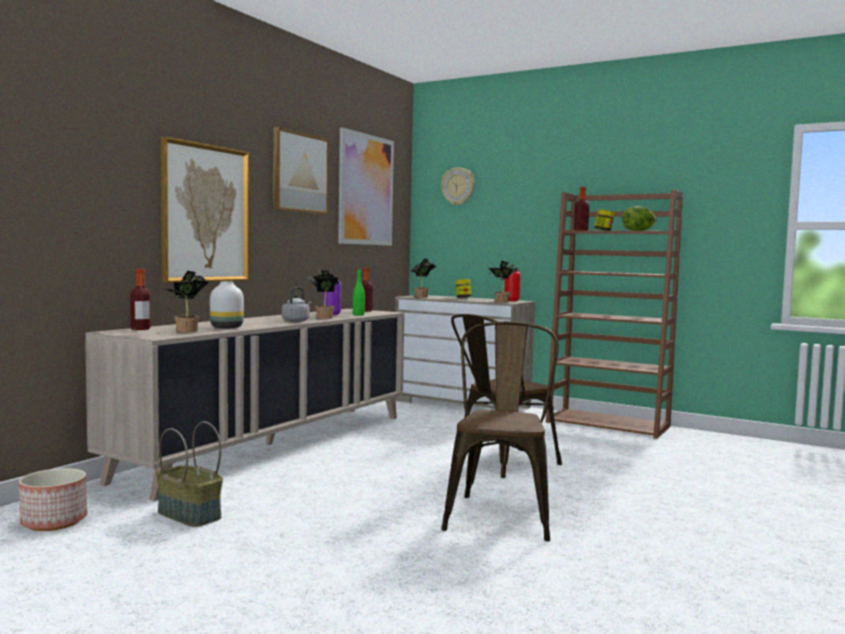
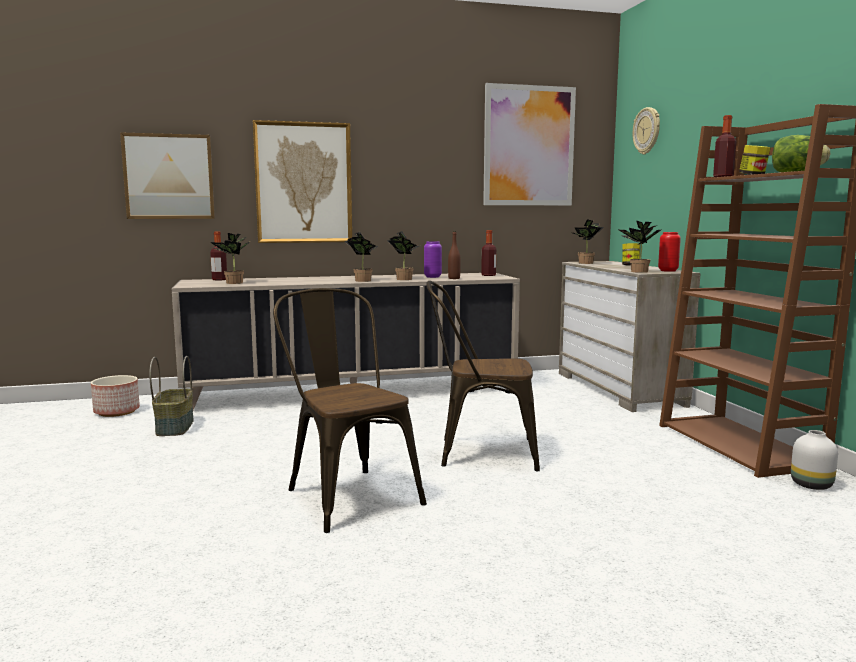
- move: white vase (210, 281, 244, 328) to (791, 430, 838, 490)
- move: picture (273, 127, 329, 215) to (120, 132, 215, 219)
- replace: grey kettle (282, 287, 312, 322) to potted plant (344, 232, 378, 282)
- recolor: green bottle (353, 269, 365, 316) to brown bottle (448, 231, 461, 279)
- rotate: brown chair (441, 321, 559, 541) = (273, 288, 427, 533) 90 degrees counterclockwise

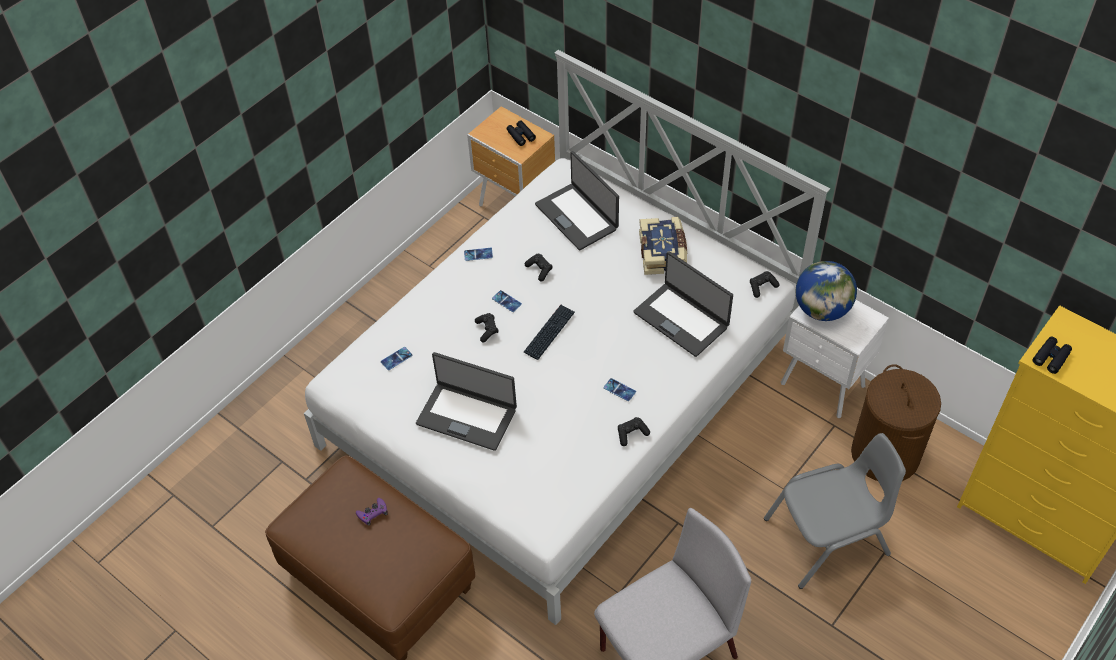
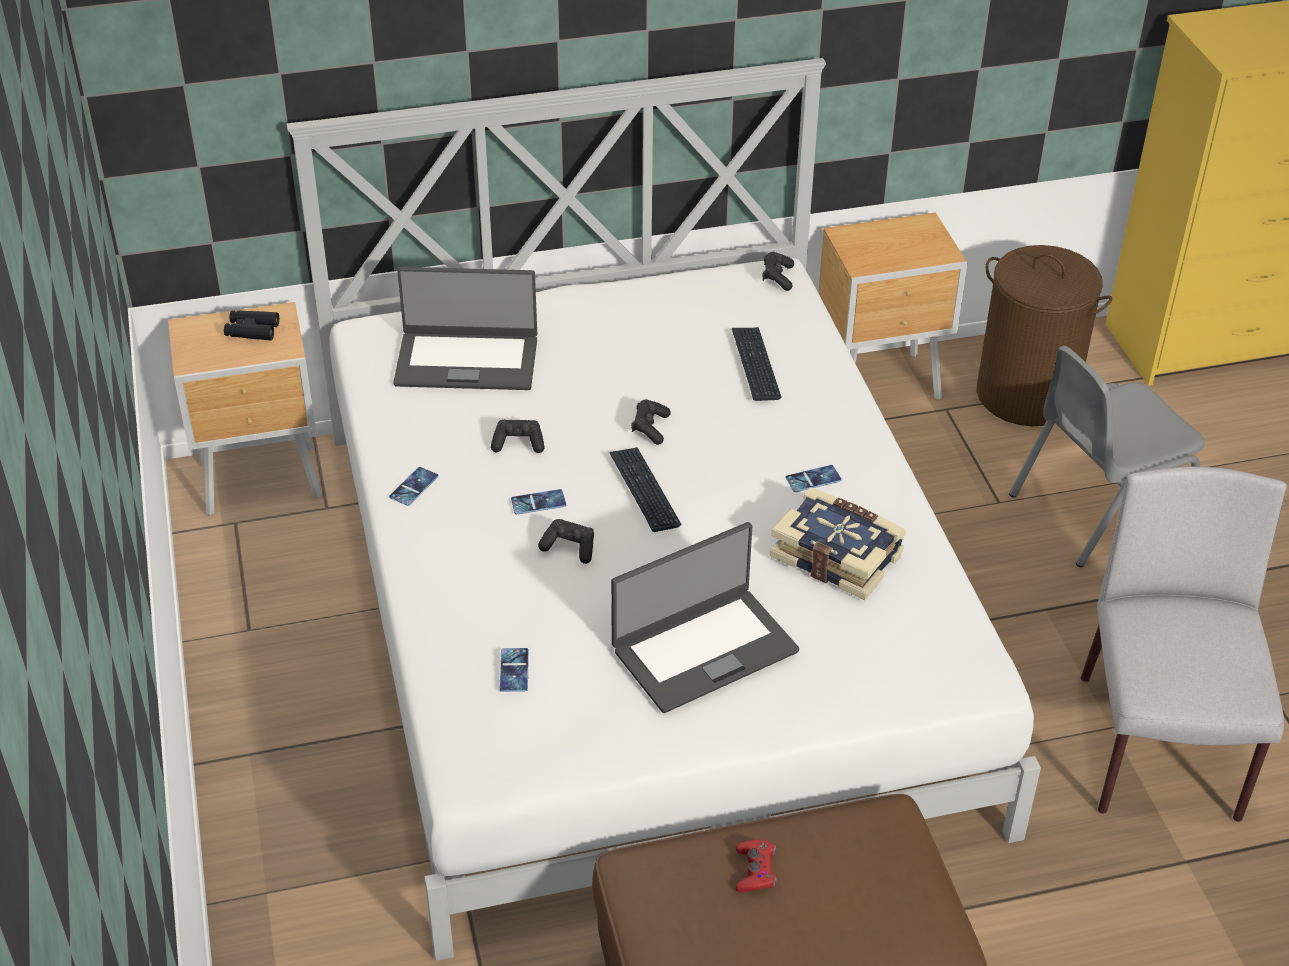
- delete: globe (796, 261, 857, 321)
- delete: black binoculars (1033, 337, 1072, 374)
- move: black game controller (618, 417, 650, 446) to (631, 399, 671, 445)
- move: book (639, 217, 687, 275) to (770, 487, 906, 600)
- replace: laptop (633, 251, 733, 357) to keyboard (732, 327, 782, 401)
- recolor: purple game controller (356, 498, 388, 525) to red game controller (736, 840, 777, 892)
- recolor: white nightstand (781, 300, 889, 418) to brown nightstand (818, 212, 968, 400)
- rotate: grey chair (764, 433, 906, 589) = (1009, 345, 1205, 567) 135 degrees counterclockwise

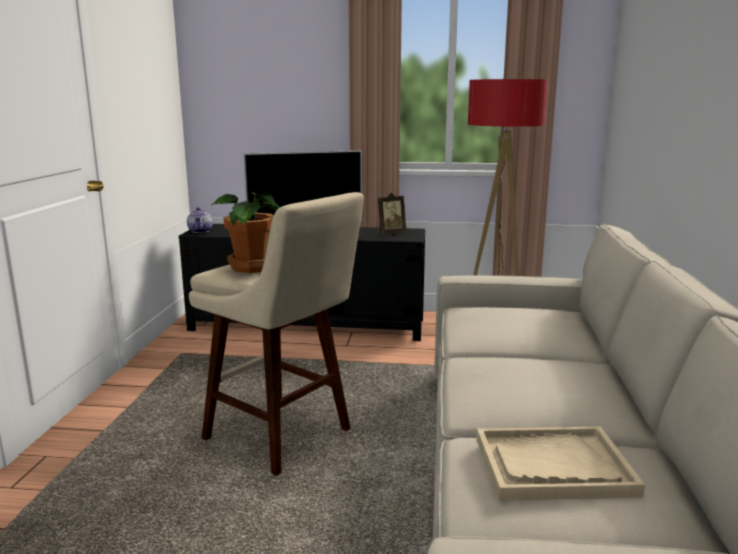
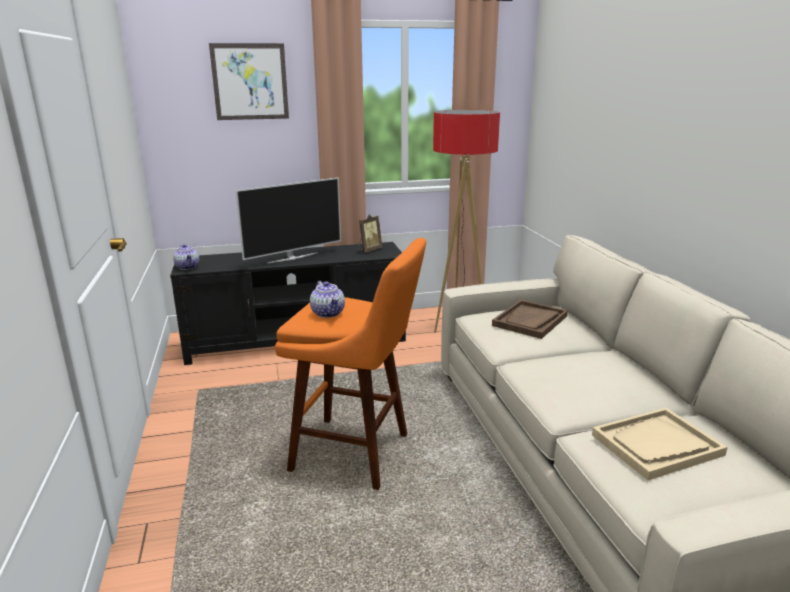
- insert: picture (209, 43, 289, 120)
- insert: brown tray (492, 300, 568, 339)
- replace: potted plant (211, 192, 280, 273) to teapot (310, 281, 345, 318)
- recolor: beige stool (189, 192, 364, 476) to orange stool (275, 238, 426, 490)

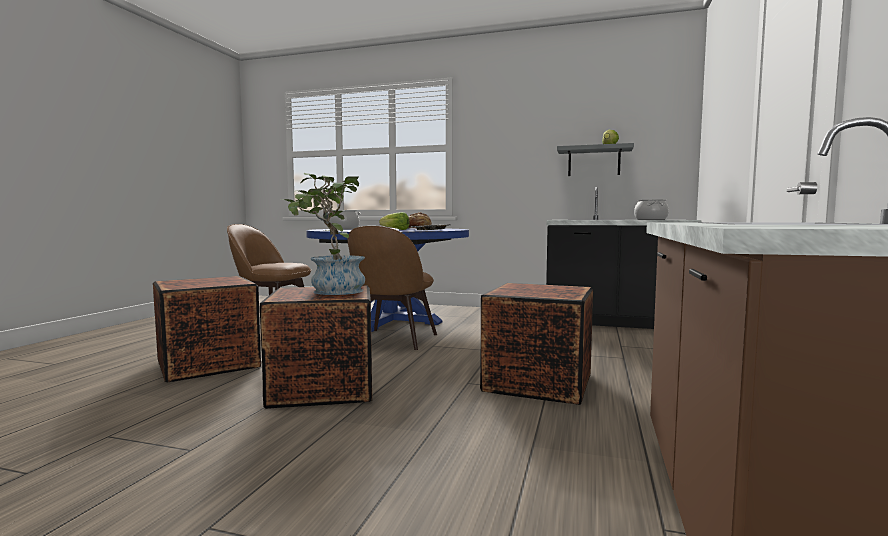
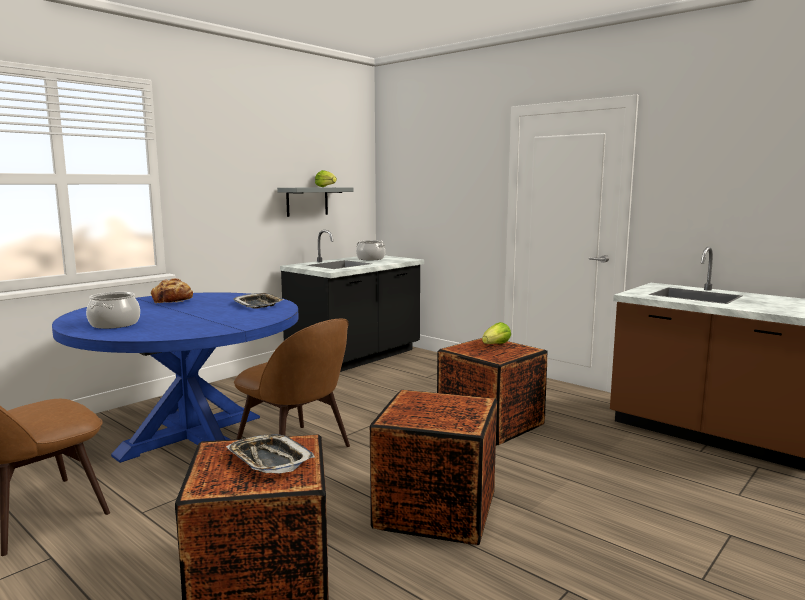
- delete: potted plant (281, 173, 365, 295)
- insert: tray (226, 434, 315, 473)
- move: lettuce (379, 212, 409, 230) to (482, 322, 511, 344)

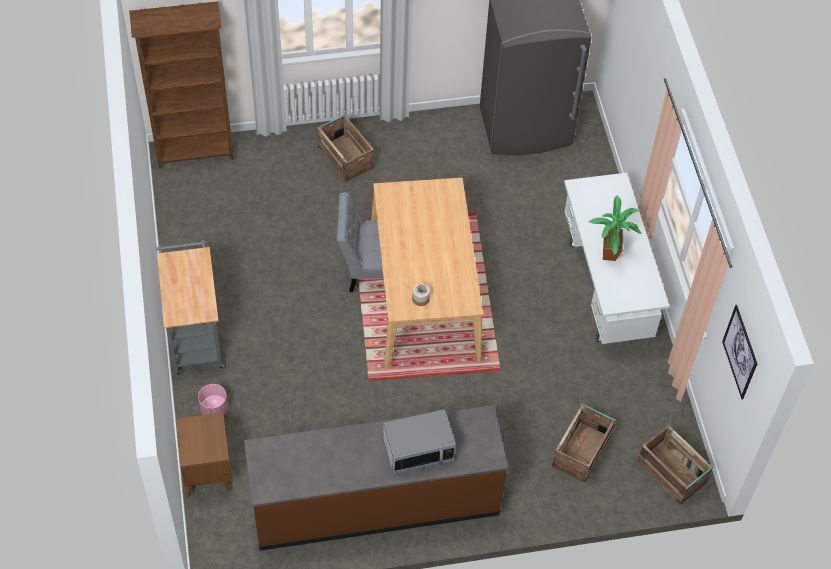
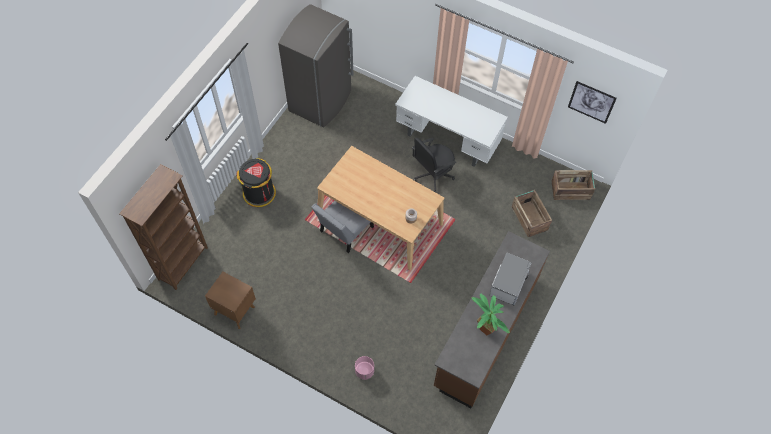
- delete: grey cart (156, 240, 225, 375)
- insert: black office chair (412, 138, 456, 193)
- move: brown nightstand (176, 412, 232, 497) to (205, 272, 256, 329)
- move: potted plant (589, 196, 641, 261) to (472, 294, 510, 335)
- replace: crate (317, 114, 374, 182) to black trash can (236, 158, 276, 207)

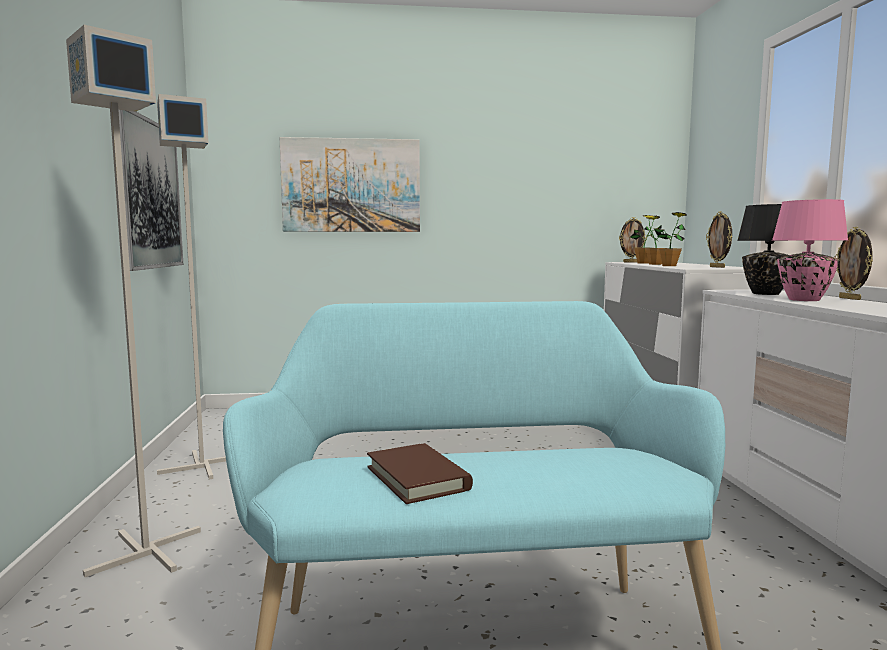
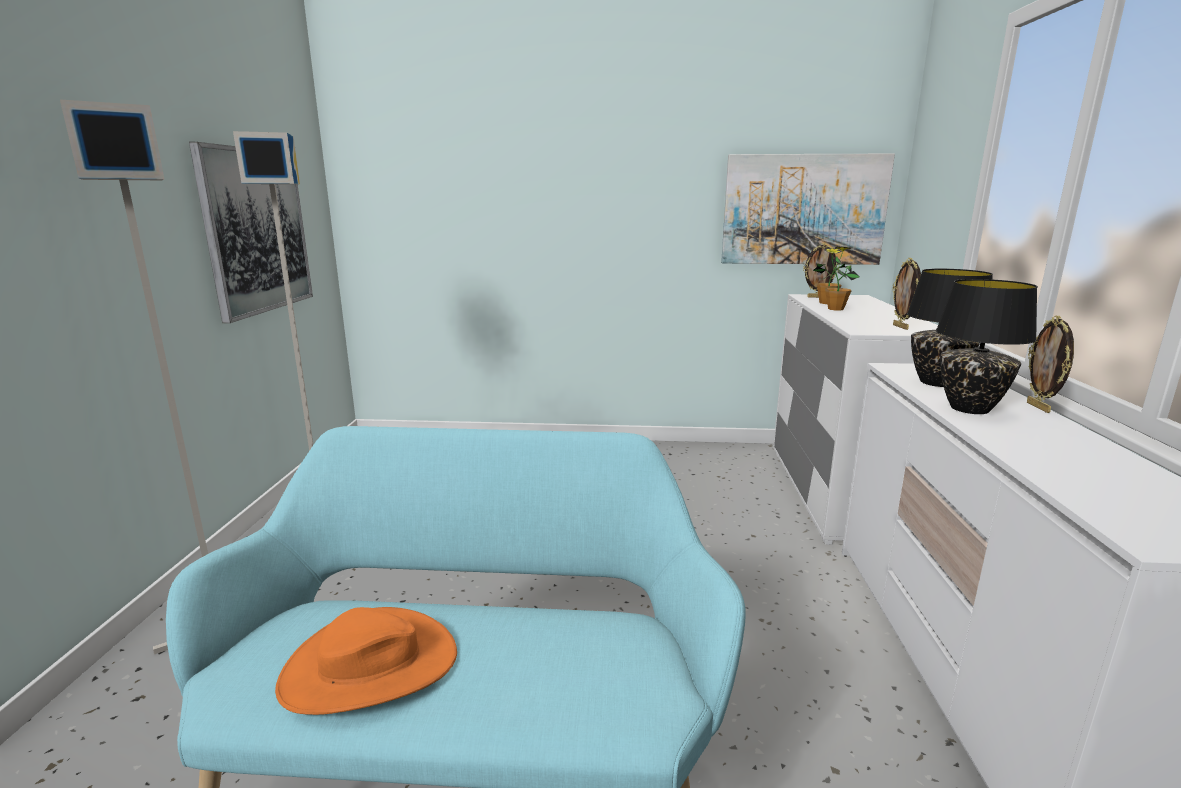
- delete: potted plant (654, 212, 687, 266)
- move: picture (279, 137, 420, 232) to (721, 154, 895, 265)
- replace: brown book (367, 443, 473, 504) to orange hat (275, 607, 457, 715)
- recolor: pink table lamp (772, 199, 848, 301) to black table lamp (936, 279, 1038, 414)

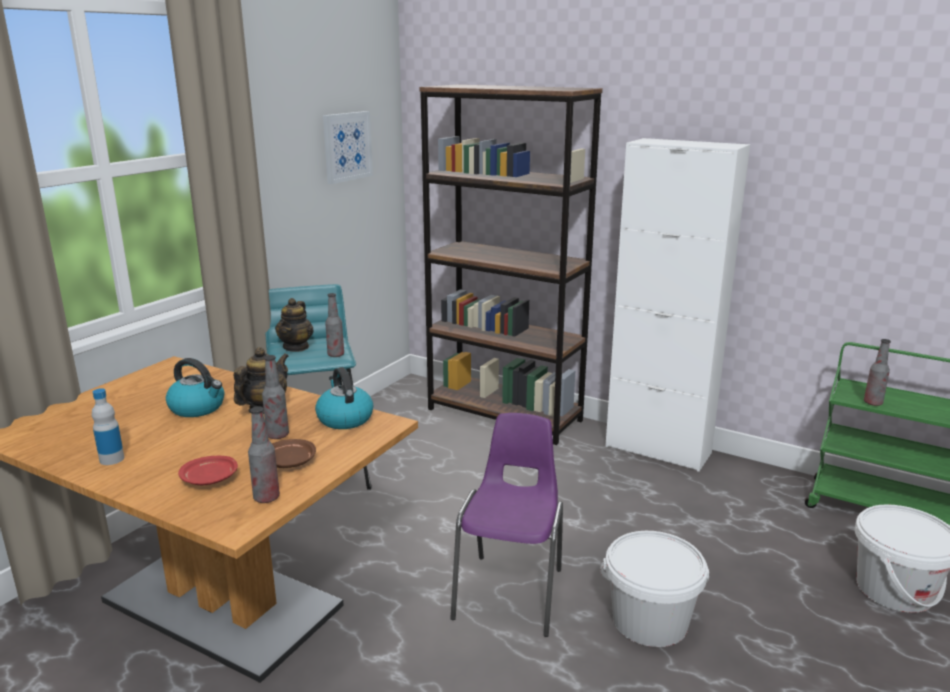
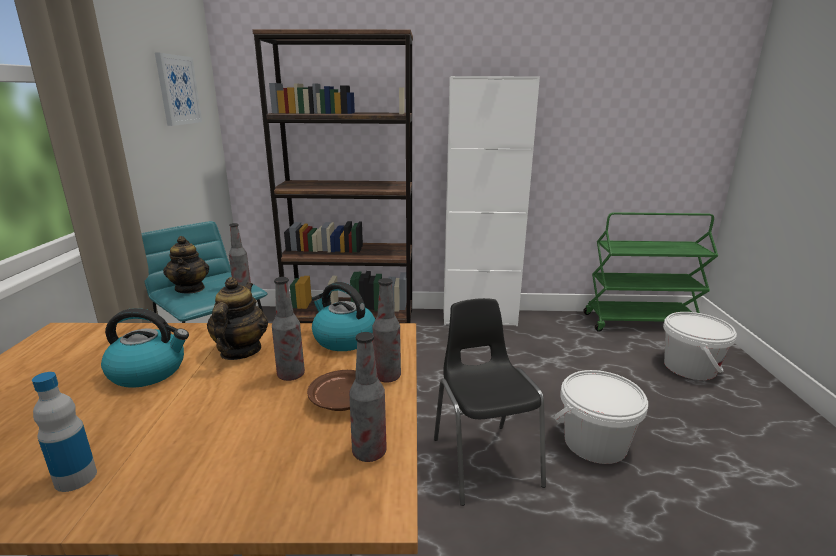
- delete: red plate (178, 456, 238, 485)
- move: bottle (864, 339, 891, 406) to (373, 278, 401, 383)
- recolor: purple chair (450, 413, 563, 637) to black chair (434, 298, 546, 506)

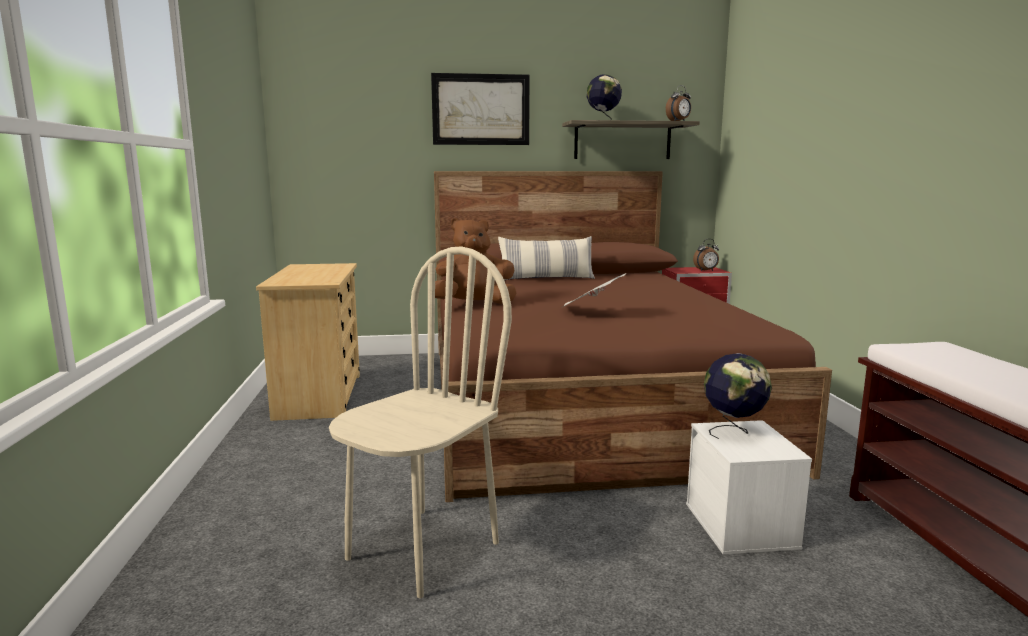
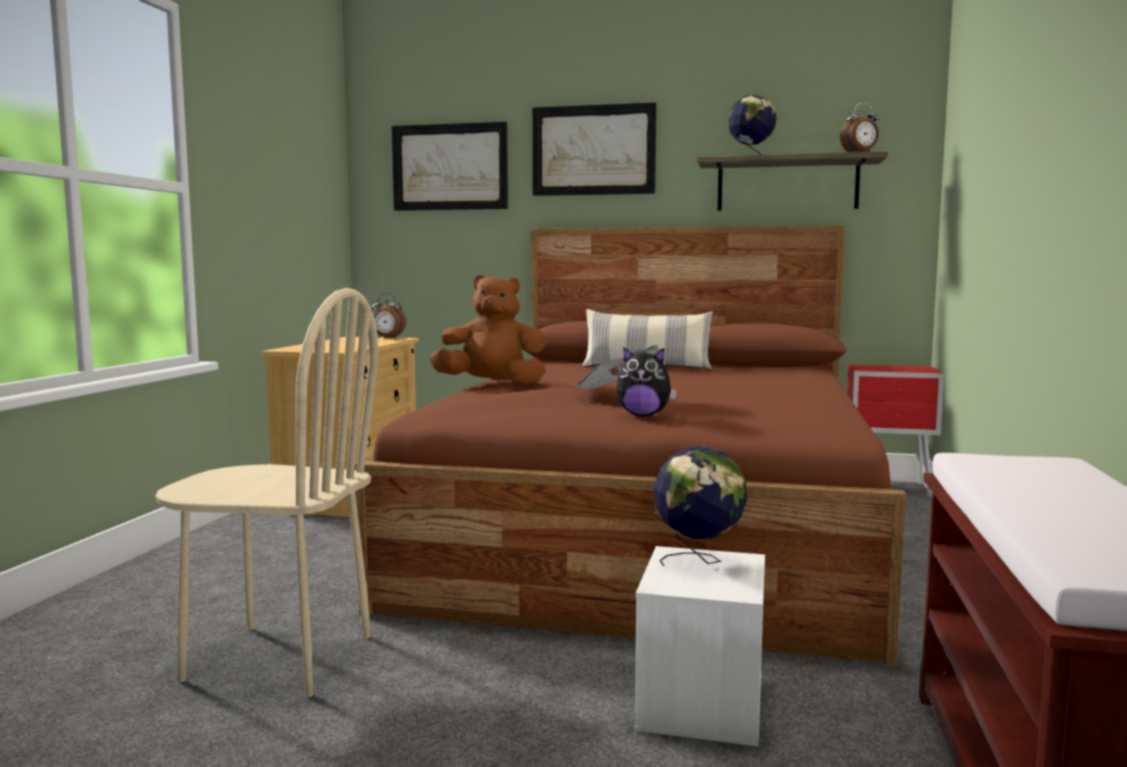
- insert: picture (392, 122, 508, 211)
- insert: plush toy (616, 348, 677, 416)
- move: alarm clock (693, 239, 719, 271) to (371, 293, 406, 338)
- rotate: beige chair (329, 246, 512, 598) = (155, 288, 378, 697) 45 degrees clockwise

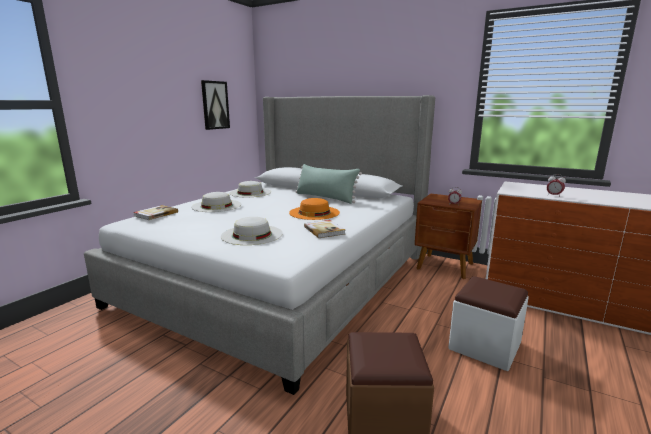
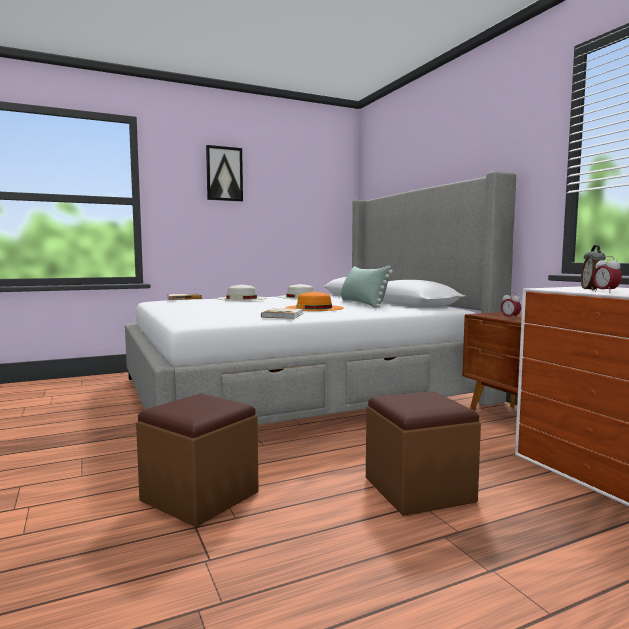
- delete: white hat (221, 217, 283, 245)
- insert: alarm clock (581, 245, 606, 291)
- move: picture (201, 80, 230, 130) to (206, 145, 243, 201)
- recolor: white ottoman (448, 276, 529, 371) to brown ottoman (366, 391, 481, 516)

